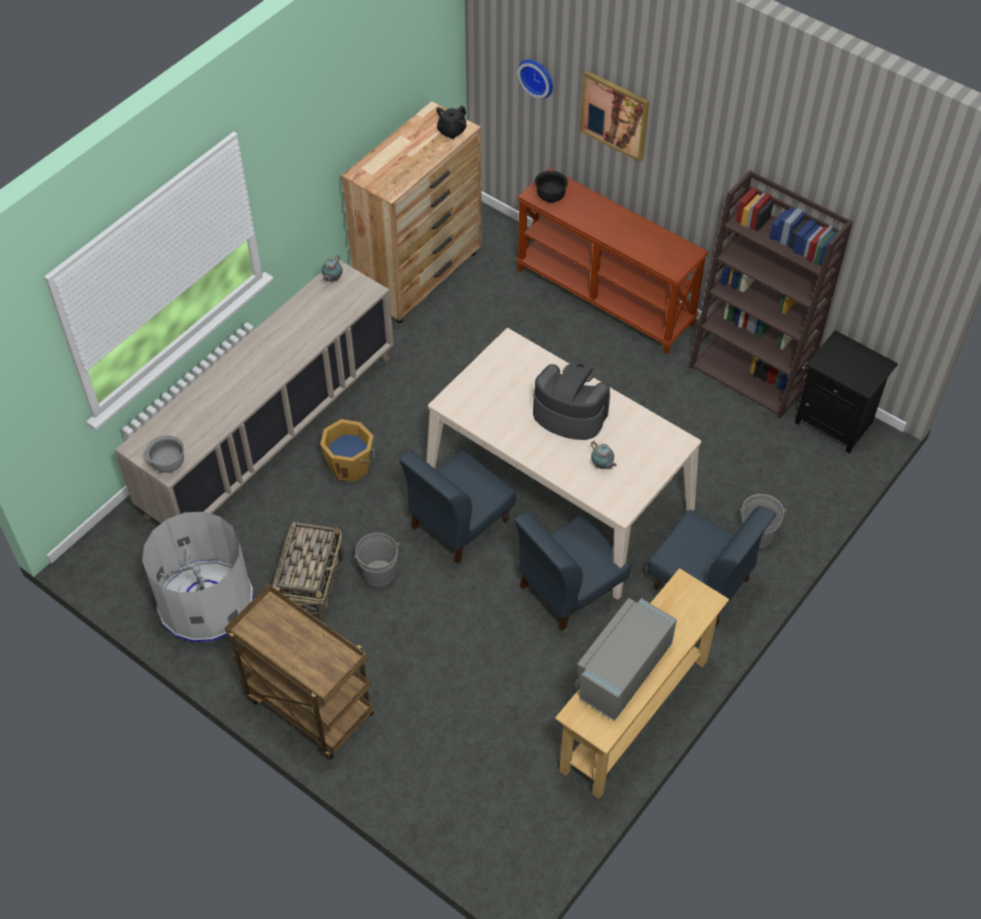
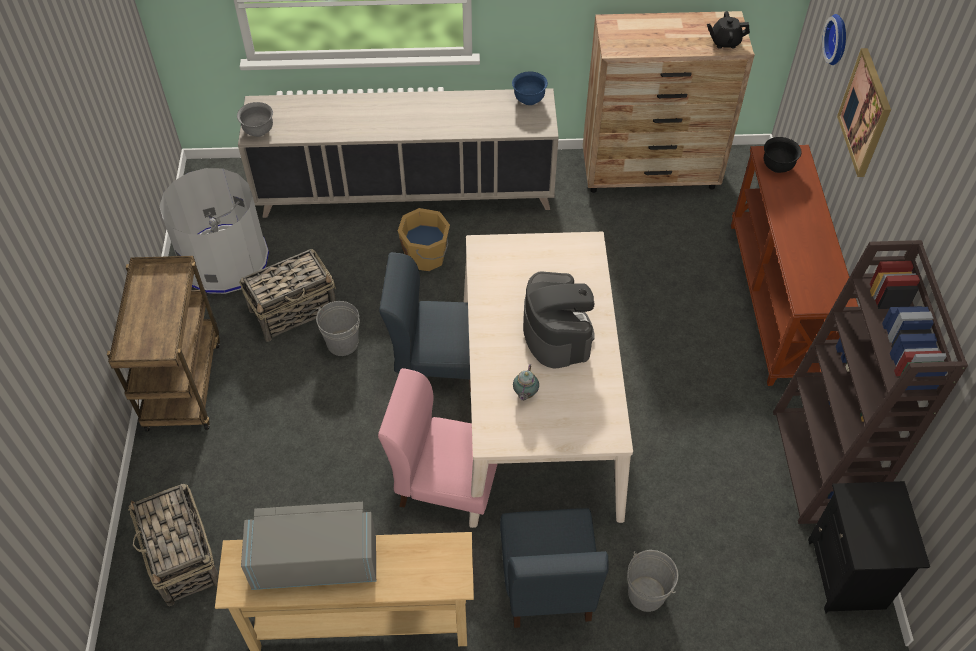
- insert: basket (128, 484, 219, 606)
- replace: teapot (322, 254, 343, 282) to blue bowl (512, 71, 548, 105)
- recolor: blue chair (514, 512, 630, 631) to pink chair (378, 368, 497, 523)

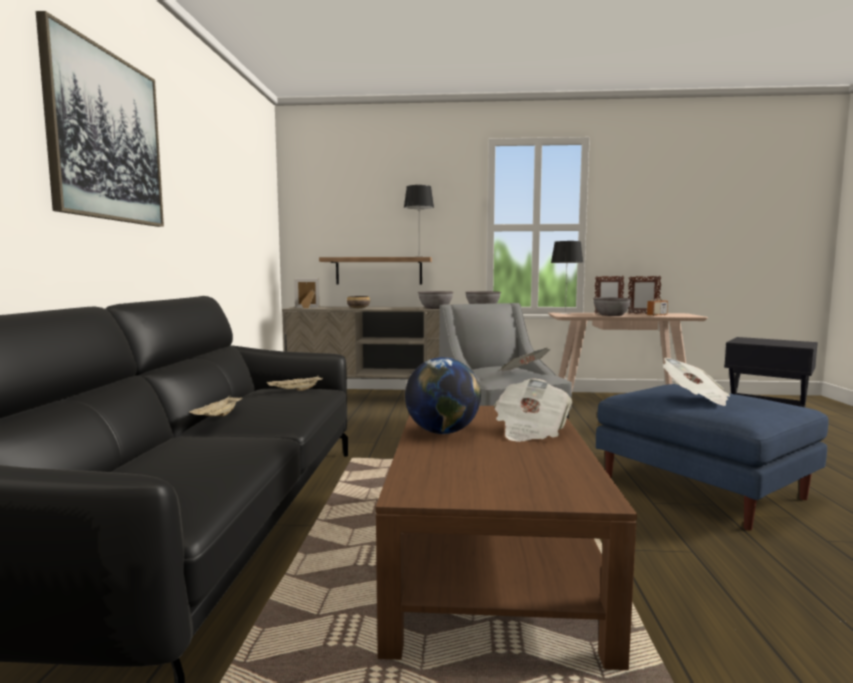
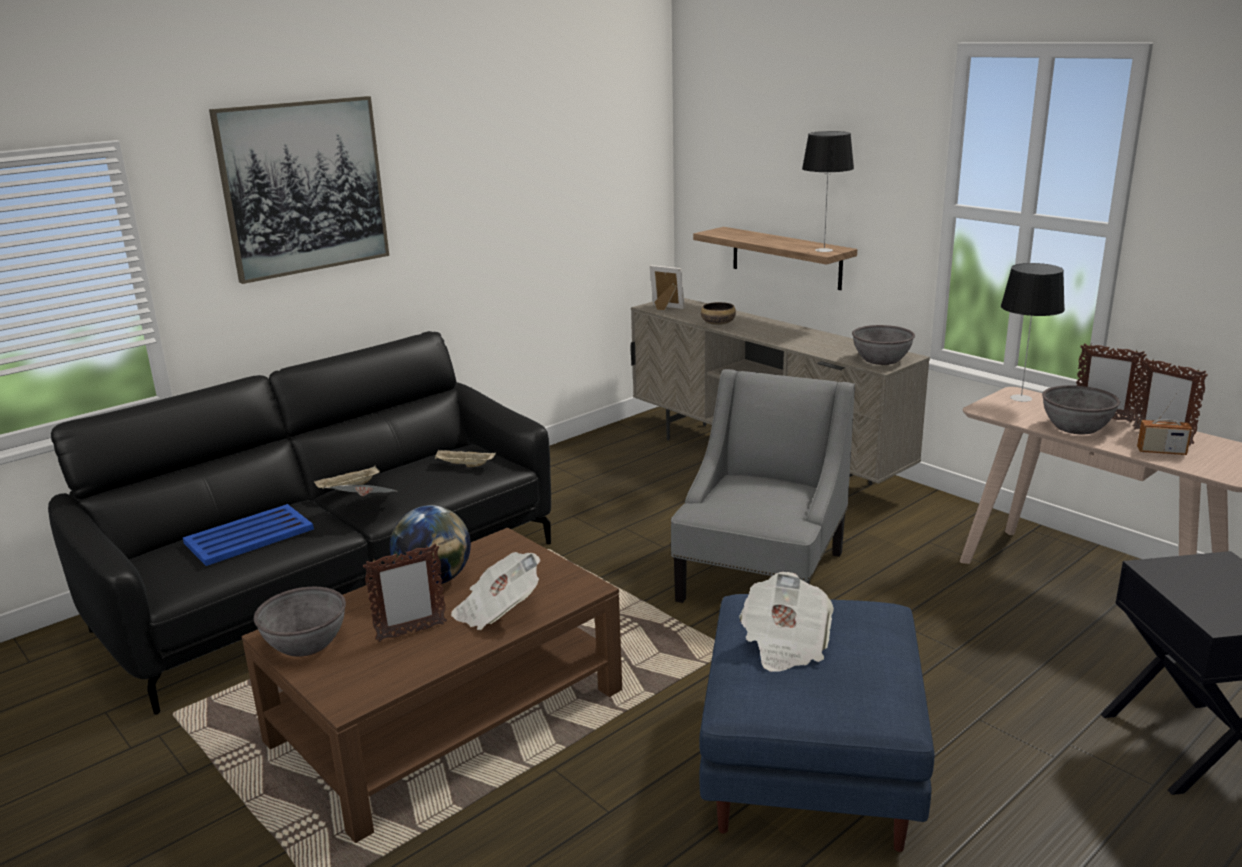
- insert: blue tray (183, 504, 314, 566)
- insert: picture frame (363, 544, 447, 642)
- move: grey bowl (418, 291, 454, 309) to (254, 587, 346, 657)
- move: newspaper (499, 348, 550, 371) to (324, 485, 397, 496)

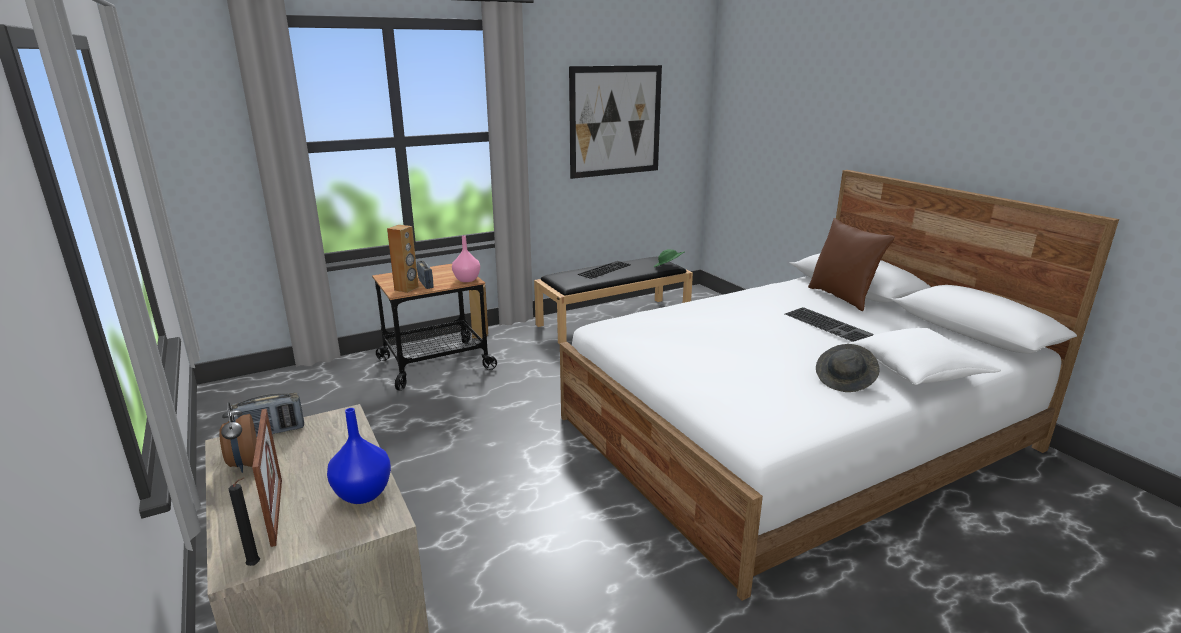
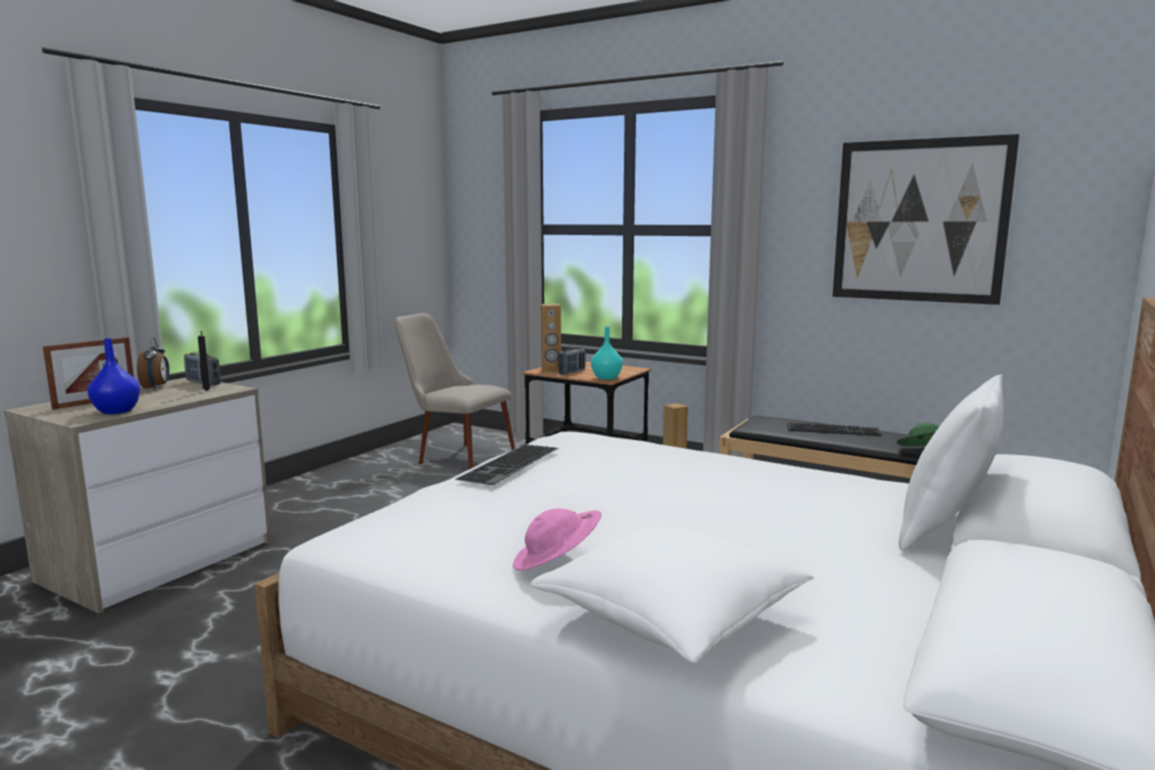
- insert: beige chair (395, 313, 515, 469)
- move: black candle (229, 477, 260, 566) to (198, 331, 210, 391)
- move: keyboard (785, 307, 874, 342) to (456, 445, 559, 485)
- recolor: pink vase (452, 236, 480, 282) to turquoise vase (591, 327, 623, 380)
- recolor: brown pillow (808, 218, 895, 311) to white pillow (899, 375, 1003, 551)
- recolor: grey hat (816, 344, 880, 392) to pink hat (513, 509, 602, 571)
- rotate: alarm clock (219, 402, 257, 473) = (137, 338, 169, 389) 135 degrees clockwise

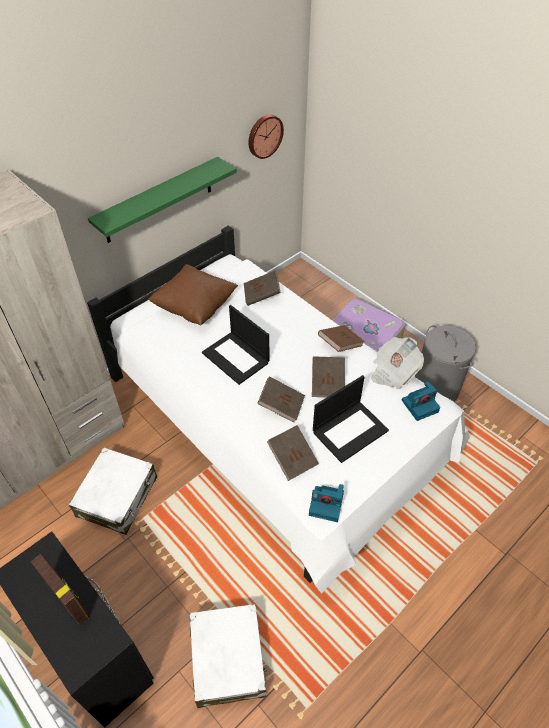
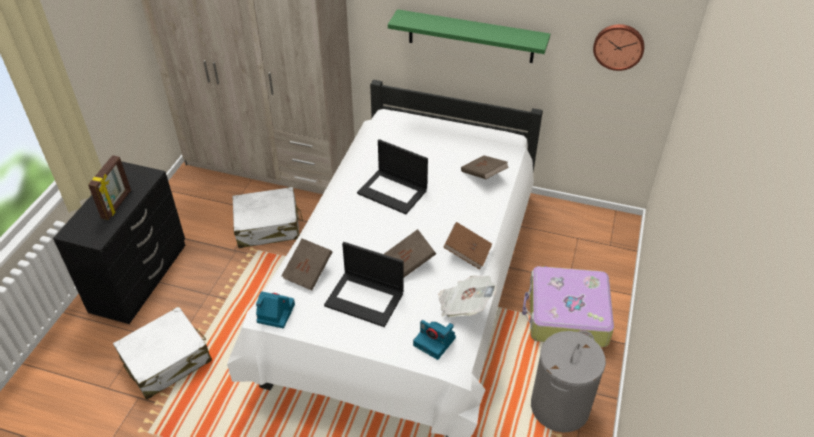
- delete: brown pillow (148, 264, 238, 326)
- delete: brown book (257, 376, 305, 423)
- rotate: laptop (202, 305, 269, 385) = (357, 139, 428, 214) 75 degrees counterclockwise
- rotate: photo camera (309, 484, 344, 522) = (256, 291, 295, 328) 120 degrees clockwise

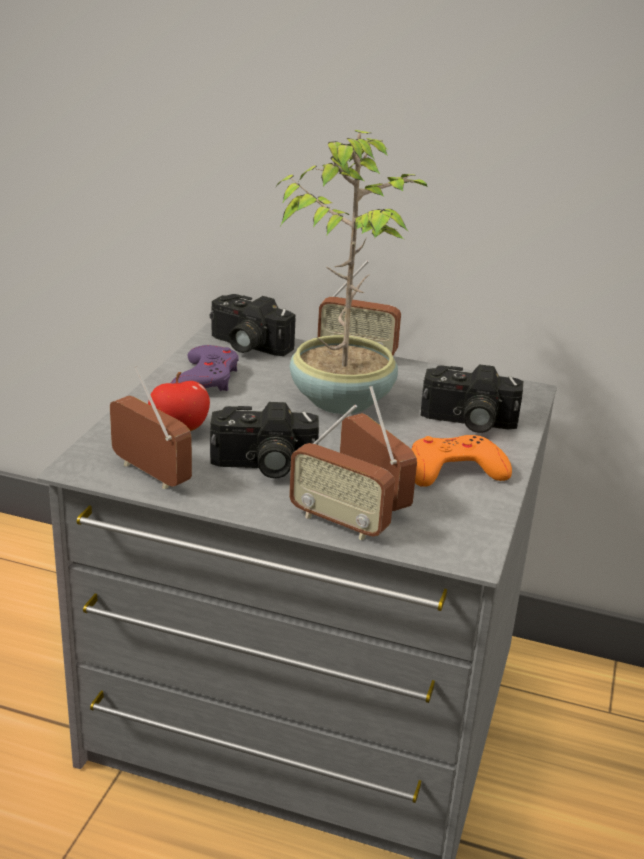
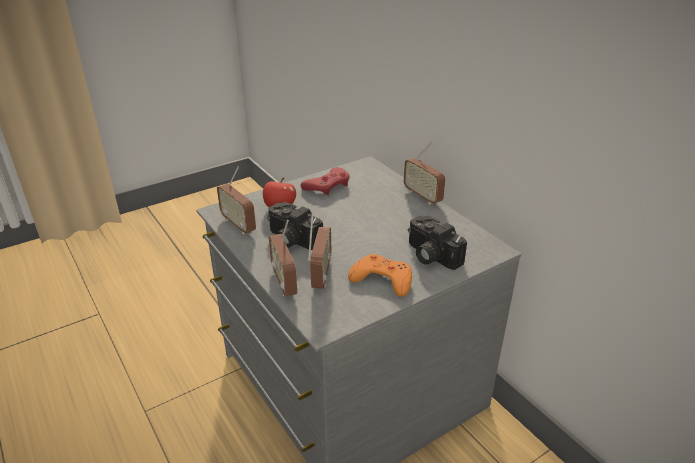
- delete: photo camera (209, 294, 295, 356)
- delete: potted plant (277, 130, 429, 414)
- recolor: purple game controller (171, 345, 239, 391) to red game controller (301, 167, 350, 195)
- rotate: radio (110, 367, 192, 489) = (217, 166, 256, 234) 150 degrees clockwise

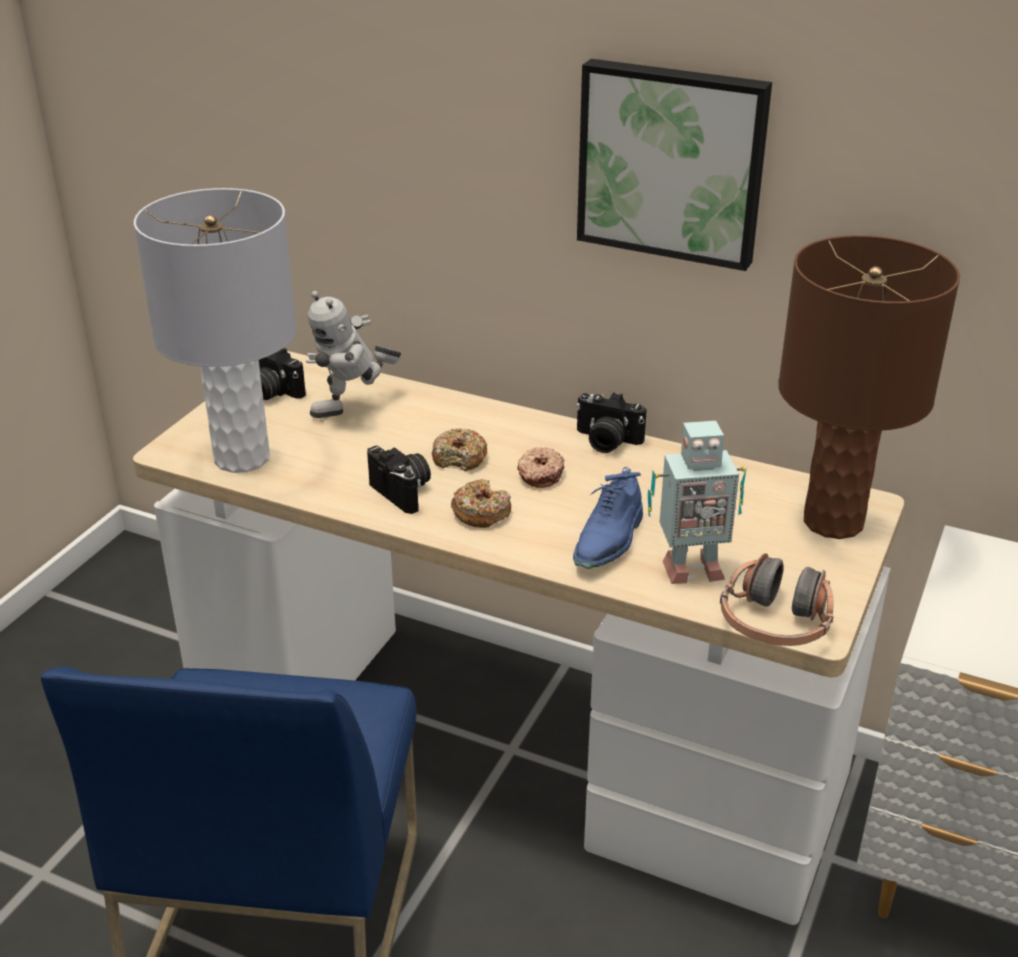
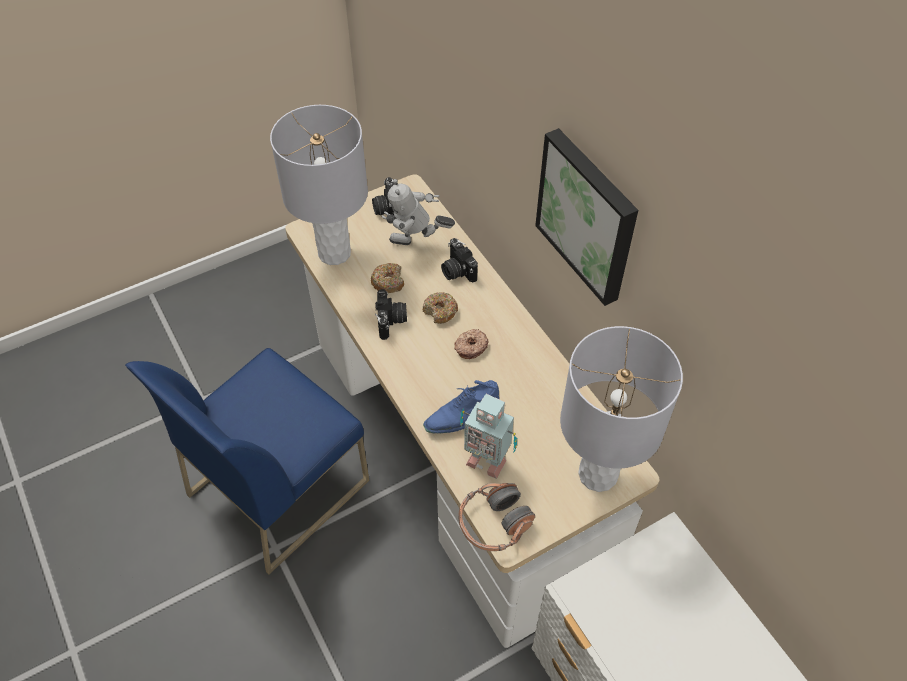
- move: donut (451, 479, 511, 528) to (371, 263, 404, 293)
- move: photo camera (576, 392, 646, 453) to (441, 238, 478, 283)
- recolor: brown table lamp (778, 235, 960, 539) to grey table lamp (560, 326, 683, 492)

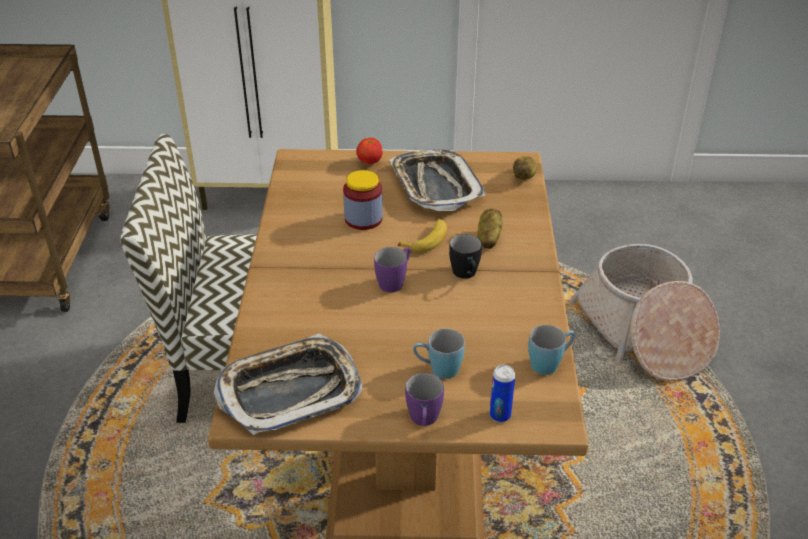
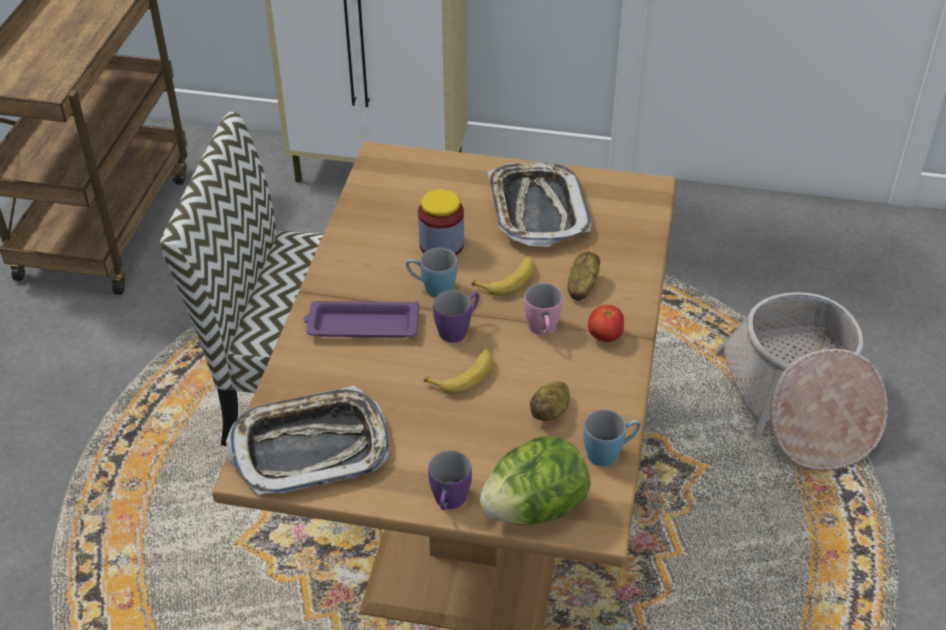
- insert: purple tray (303, 301, 419, 337)
- insert: banana (424, 348, 493, 394)
- move: tomato (357, 138, 382, 164) to (588, 305, 624, 342)
- move: blue mug (413, 329, 465, 379) to (406, 248, 457, 298)
- move: potato (513, 156, 537, 180) to (530, 381, 570, 421)
- replace: can (490, 365, 515, 422) to lettuce (480, 436, 590, 525)
- recolor: black mug (449, 234, 482, 279) to pink mug (524, 283, 562, 335)

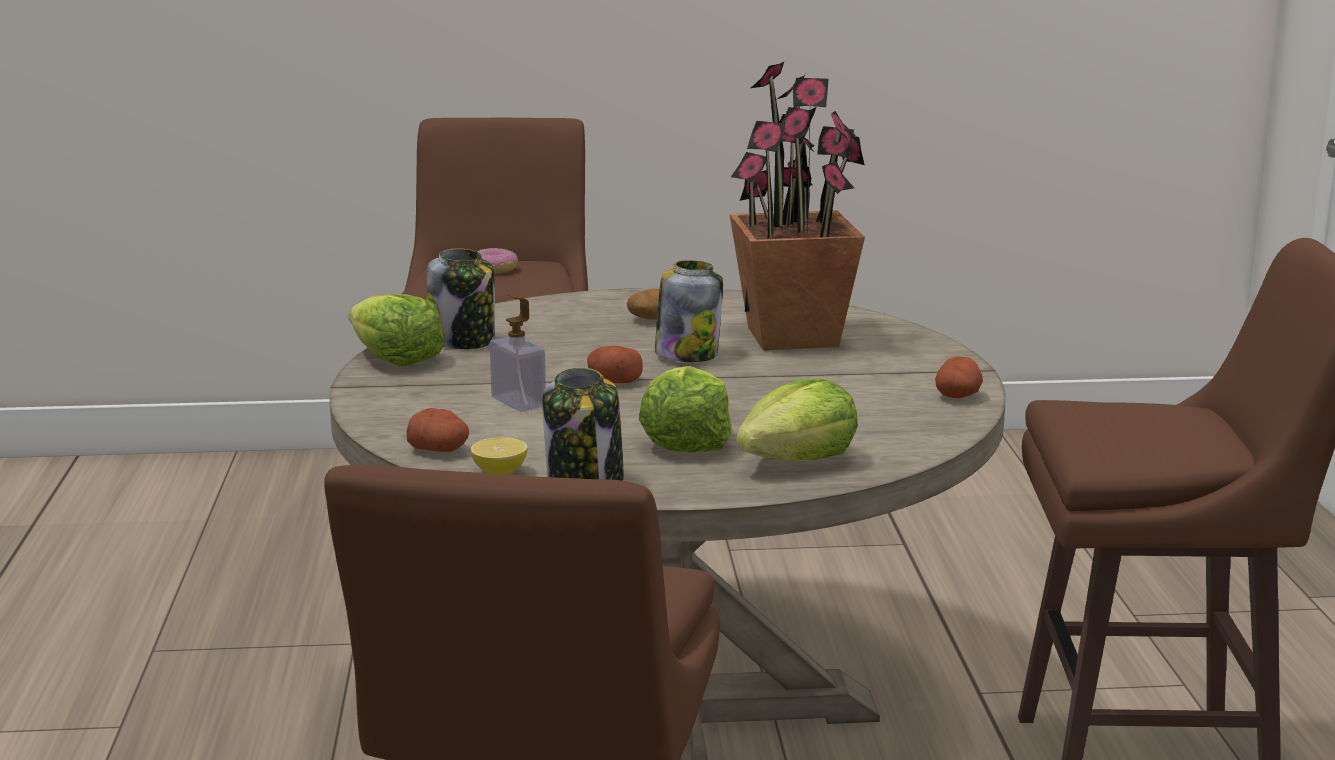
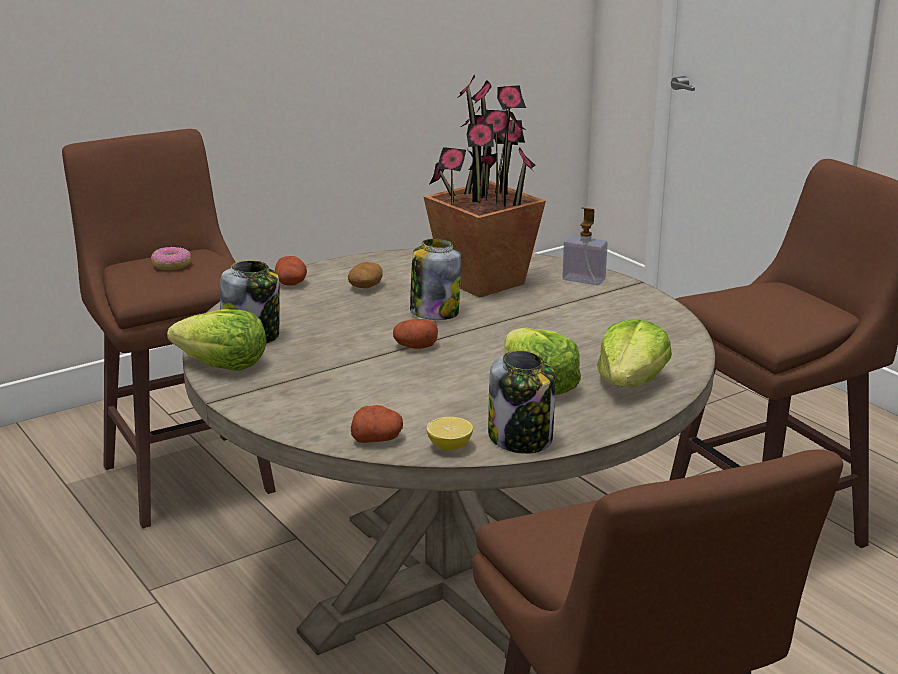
- move: soap dispenser (490, 294, 546, 412) to (562, 208, 607, 285)
- move: potato (935, 356, 983, 399) to (275, 256, 307, 286)

